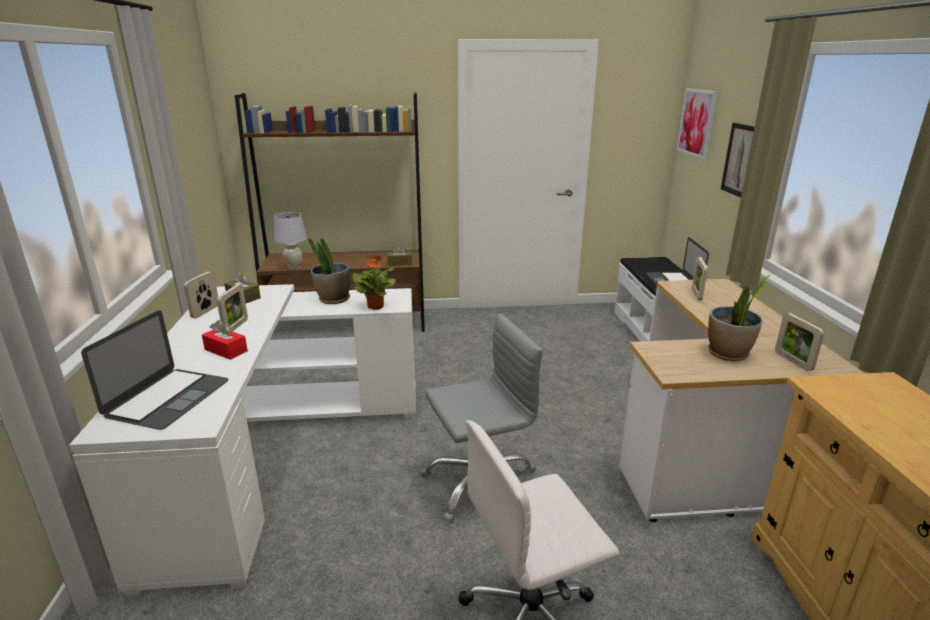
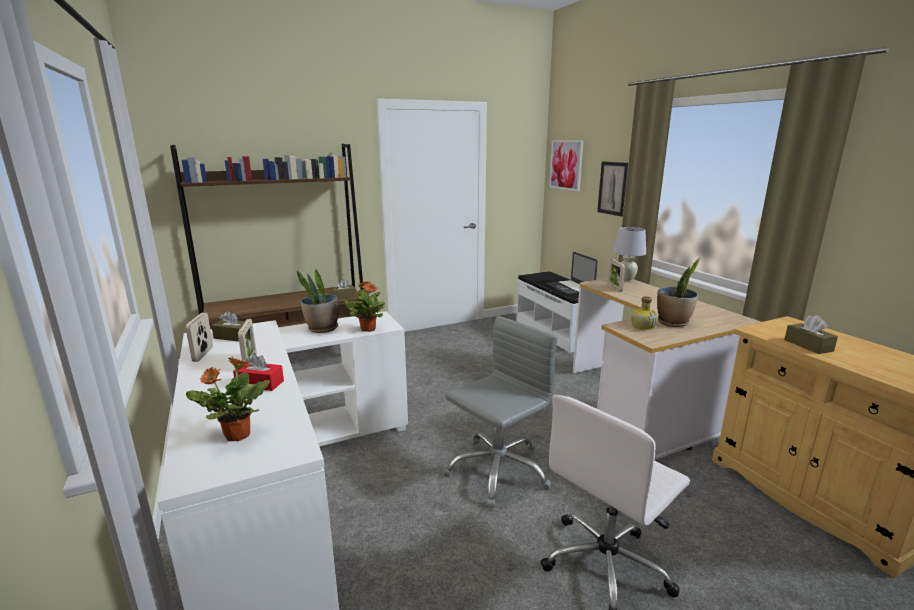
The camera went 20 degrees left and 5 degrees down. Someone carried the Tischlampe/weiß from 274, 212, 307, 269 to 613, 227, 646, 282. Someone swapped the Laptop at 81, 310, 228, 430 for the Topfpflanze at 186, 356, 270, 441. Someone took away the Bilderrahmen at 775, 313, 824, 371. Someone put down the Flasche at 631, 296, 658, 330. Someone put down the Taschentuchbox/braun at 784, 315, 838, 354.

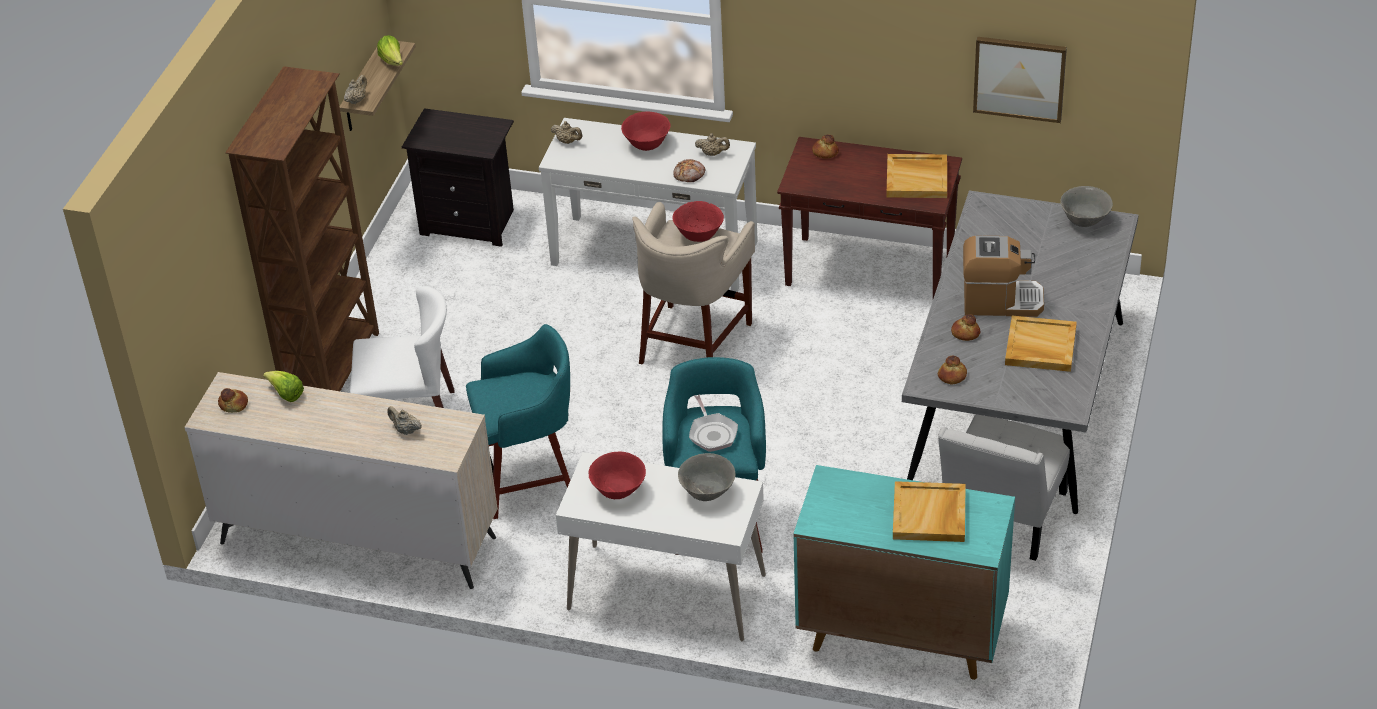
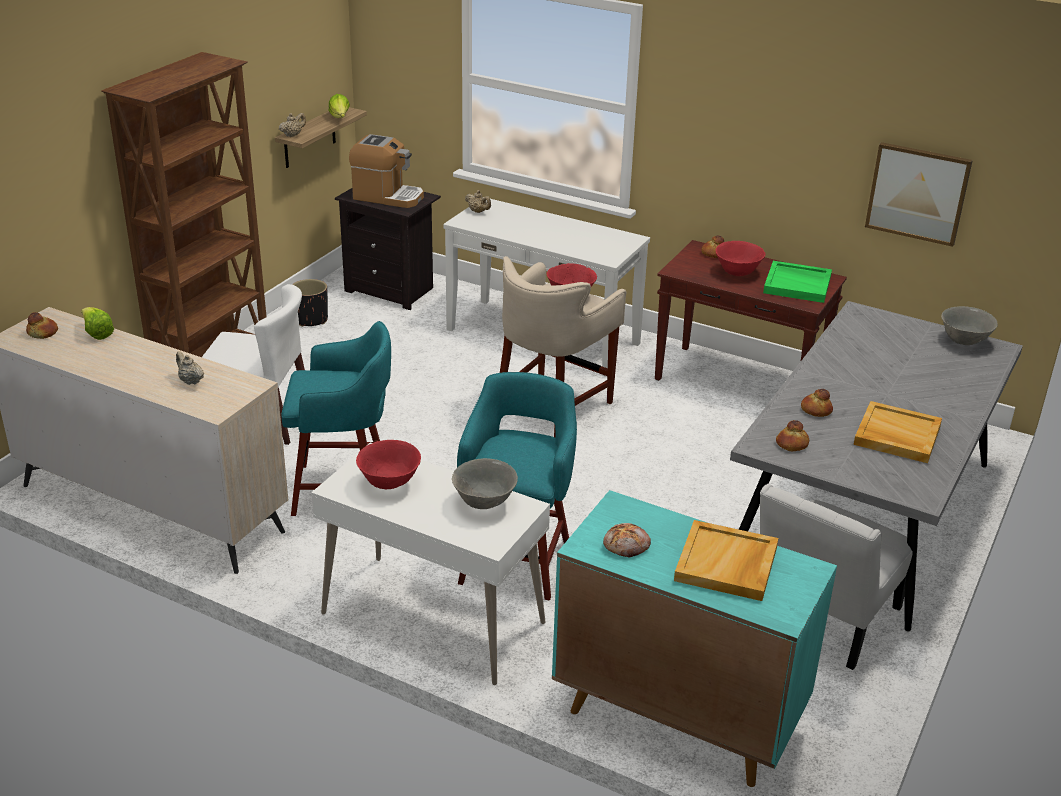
The camera went 10 degrees right and 10 degrees down. Someone carried the Schüssel/rot from 621, 112, 671, 151 to 715, 241, 766, 276. Someone took away the Teekanne/beige at 695, 133, 730, 156. Someone repainted the Tablett/beige at 887, 154, 947, 198, which became the Tablett/grün at 763, 261, 832, 303. Someone carried the Brot from 673, 159, 705, 182 to 603, 523, 651, 558. Someone carried the Kaffeemaschine from 963, 236, 1044, 317 to 349, 134, 424, 208. Someone took away the Pfanne at 689, 394, 738, 452. Someone put down the Pflanzkübel/schwarz at 292, 279, 328, 327.

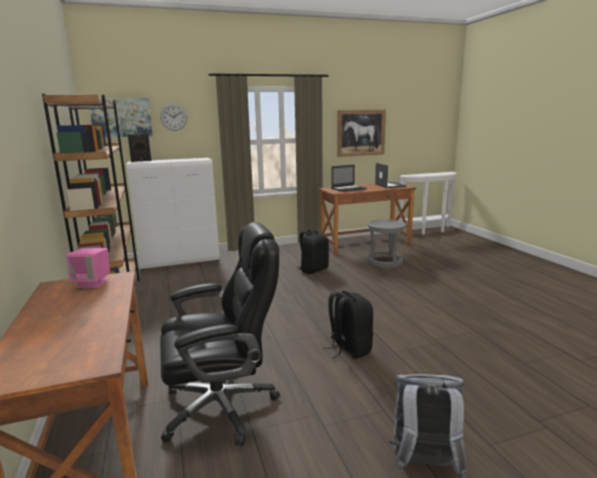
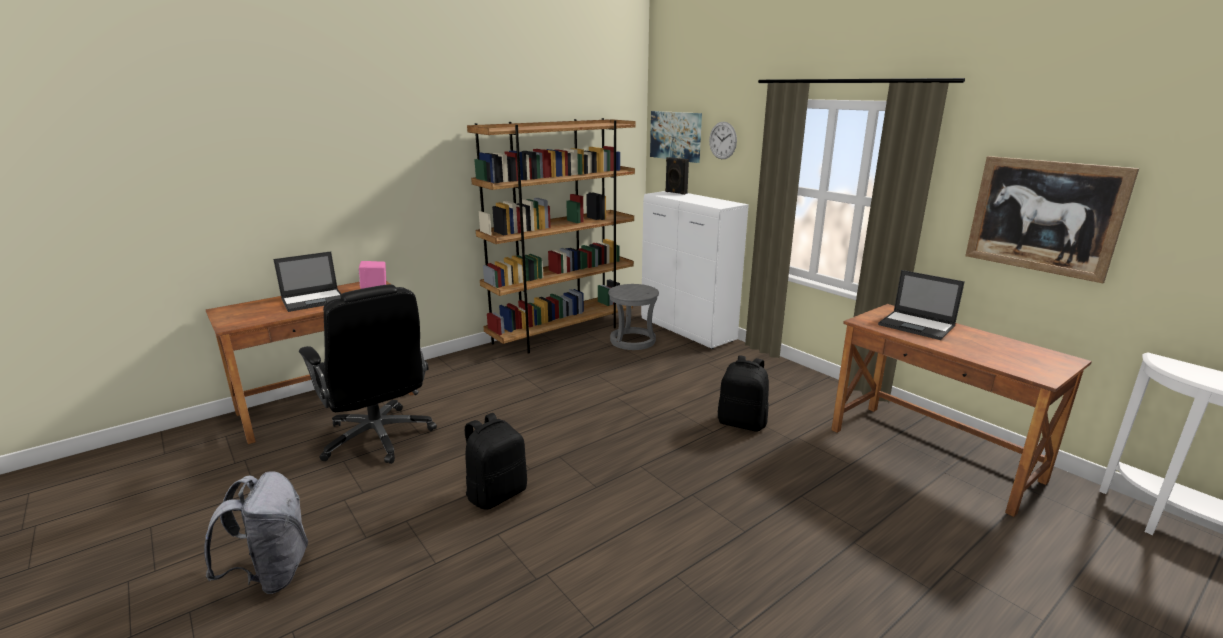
The camera went 70 degrees right and 5 degrees up. Someone carried the Laptop from 375, 163, 406, 188 to 273, 251, 341, 312. Someone carried the Hocker/grau from 367, 219, 406, 268 to 608, 284, 659, 350.

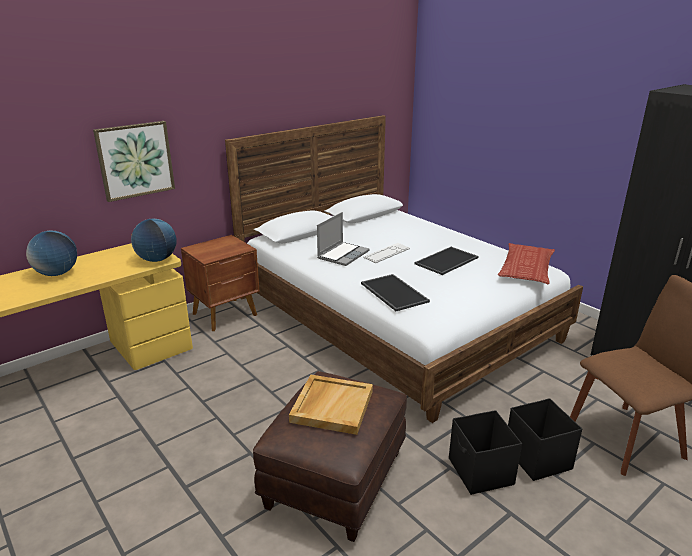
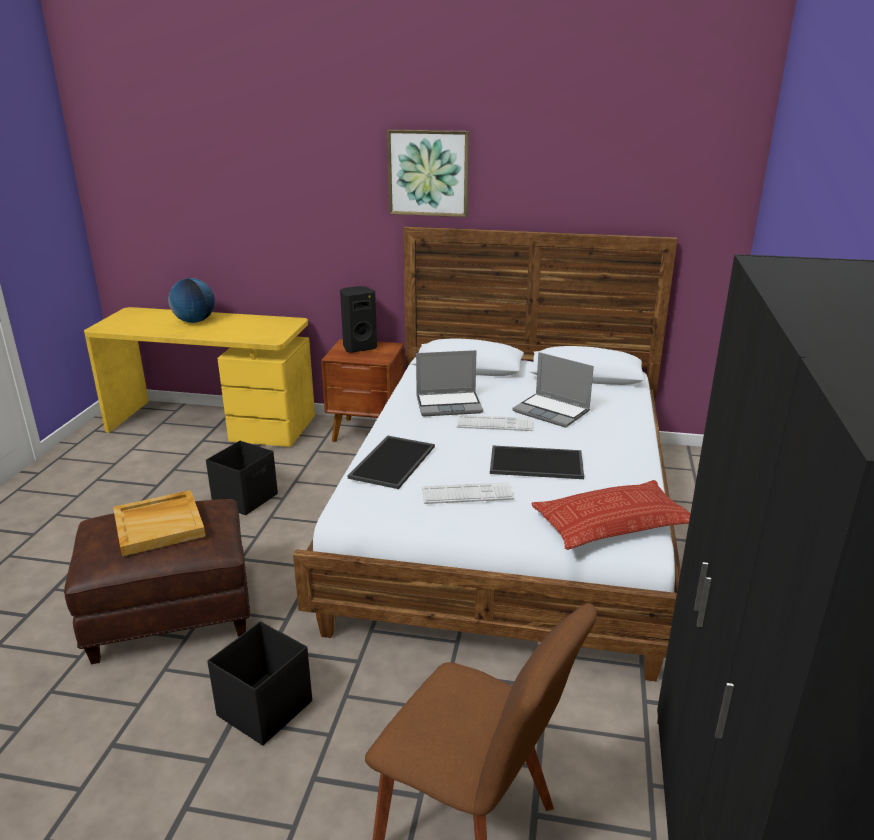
The camera went 50 degrees right and 0 degrees up. Someone carried the Bild from 93, 121, 175, 202 to 387, 129, 469, 217. Someone took away the Globus at 131, 218, 177, 262. Someone carried the Aufbewahrungsbox/schwarz from 508, 398, 582, 481 to 206, 441, 278, 515. Someone put down the Lautsprecher/schwarz at 340, 286, 377, 353. Someone put down the Laptop at 512, 352, 594, 428. Someone put down the Tastatur at 422, 482, 514, 504.

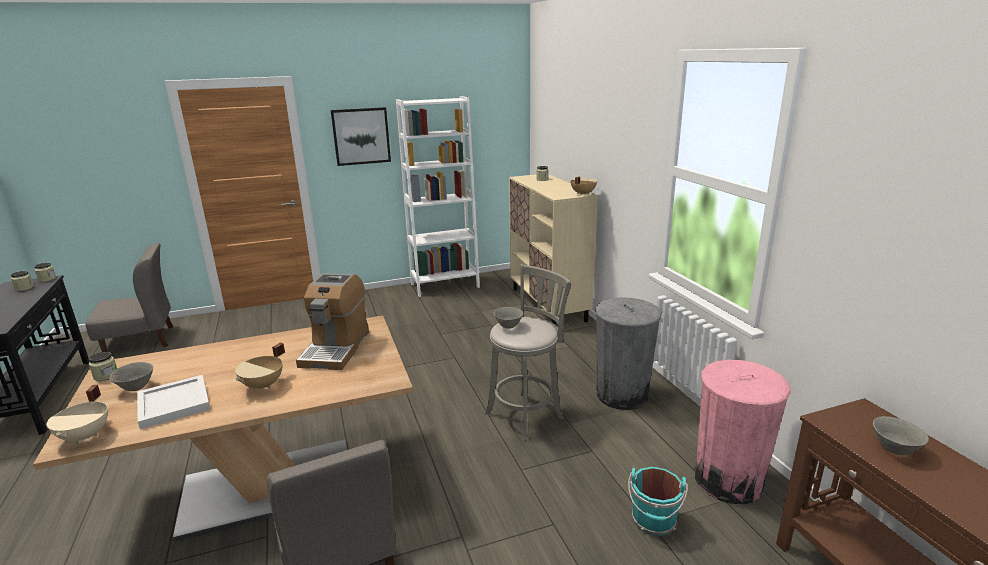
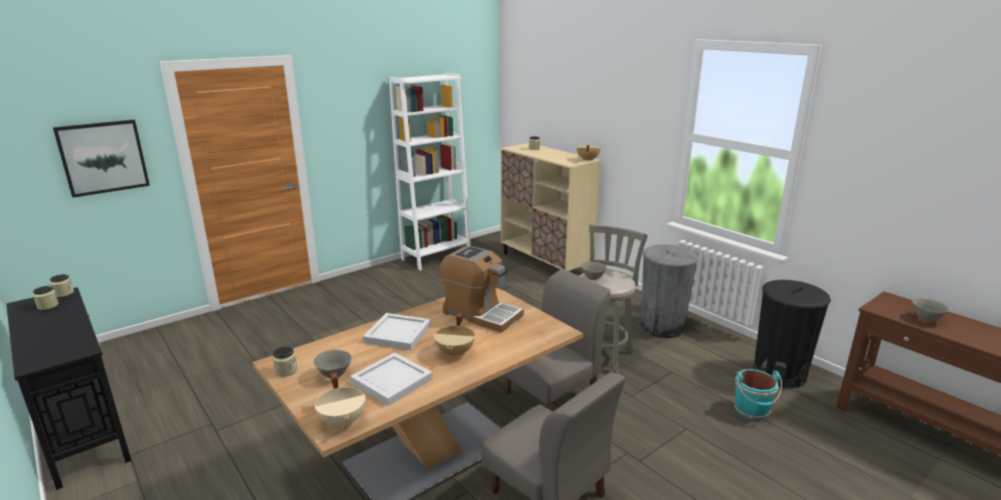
The camera went 20 degrees left and 0 degrees up. Someone carried the Bild from 331, 107, 391, 166 to 53, 120, 150, 198. Someone carried the Stuhl/grau from 85, 243, 173, 352 to 503, 269, 610, 411. Someone rotated the Kaffeemaschine at 296, 273, 369, 370 by 45 degrees counterclockwise. Someone repainted the Mülleimer/rosa at 695, 360, 791, 505, which became the Mülleimer/schwarz at 753, 280, 831, 388. Someone put down the Tablett/weiß at 363, 313, 431, 350.

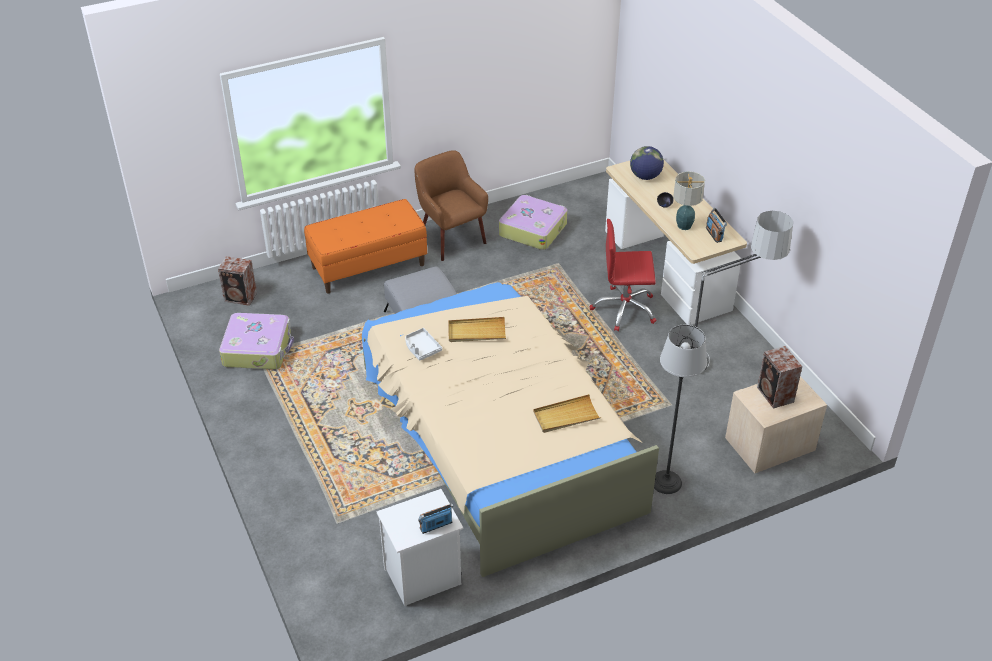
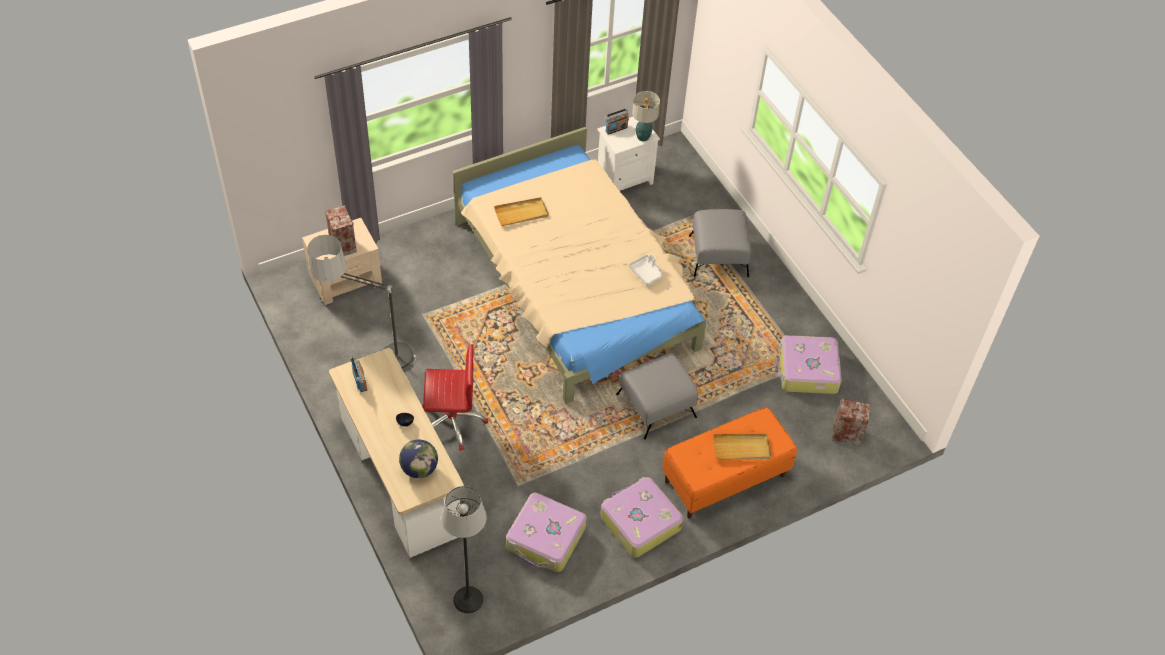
The camera went 175 degrees right and 10 degrees up. Someone swapped the Sessel/braun at 415, 150, 488, 261 for the Koffer at 600, 477, 684, 558. Someone carried the Tischlampe from 673, 171, 705, 230 to 632, 91, 660, 141. Someone carried the Tablett/beige from 448, 317, 506, 342 to 713, 434, 771, 460. Someone carried the Stehlampe from 654, 325, 707, 494 to 441, 486, 487, 613. Someone put down the Polsterhocker/grau at 689, 209, 751, 277.

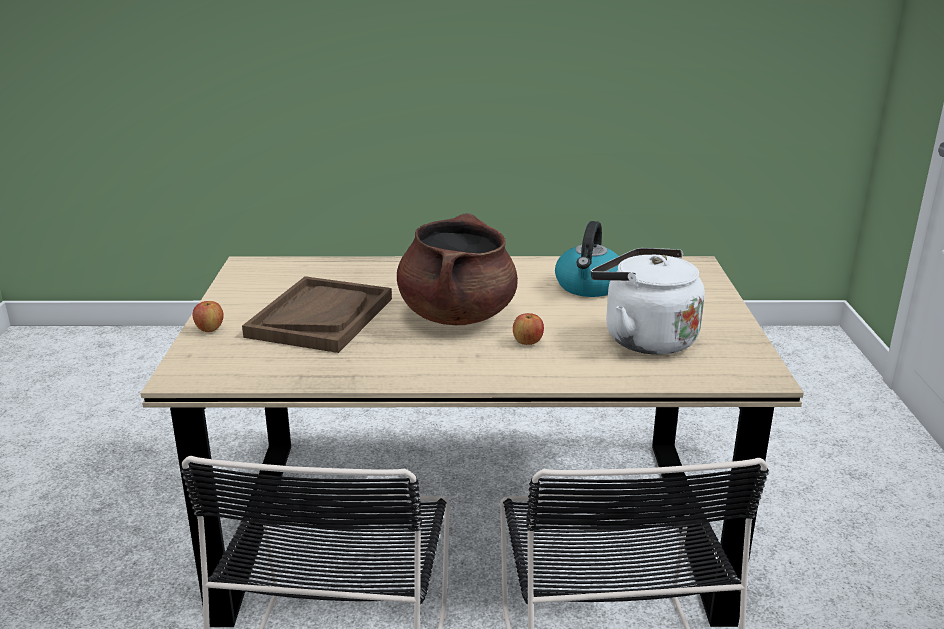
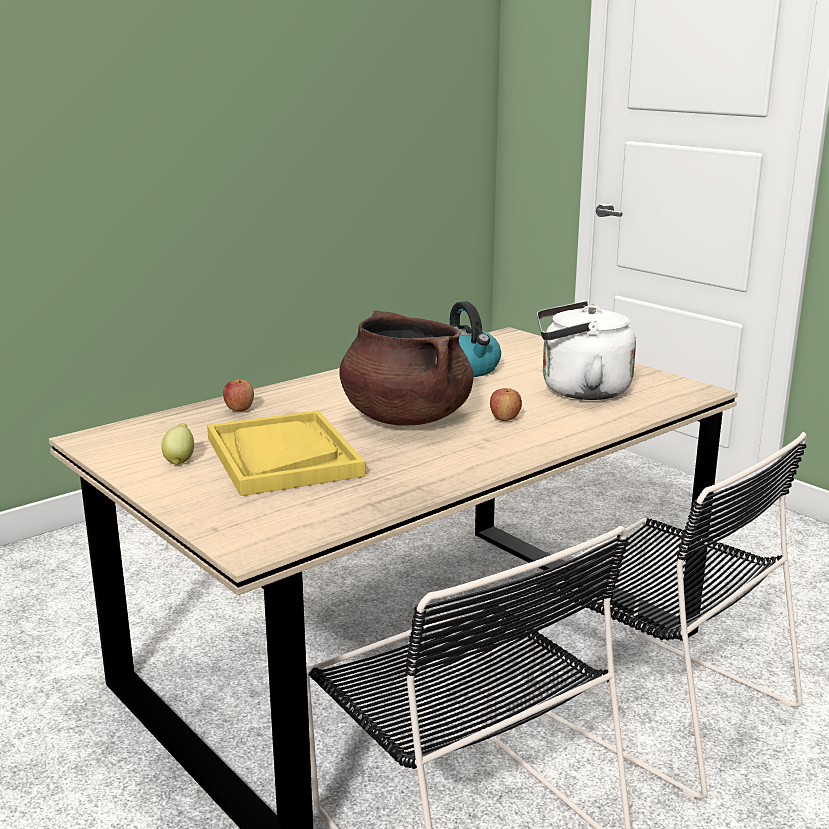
The camera went 40 degrees left and 5 degrees down. Someone repainted the Tablett/braun at 242, 276, 392, 353, which became the Tablett/gelb at 207, 410, 365, 496. Someone carried the Apfel from 193, 301, 224, 332 to 223, 379, 254, 411. Someone put down the Zitrone at 162, 423, 194, 465.

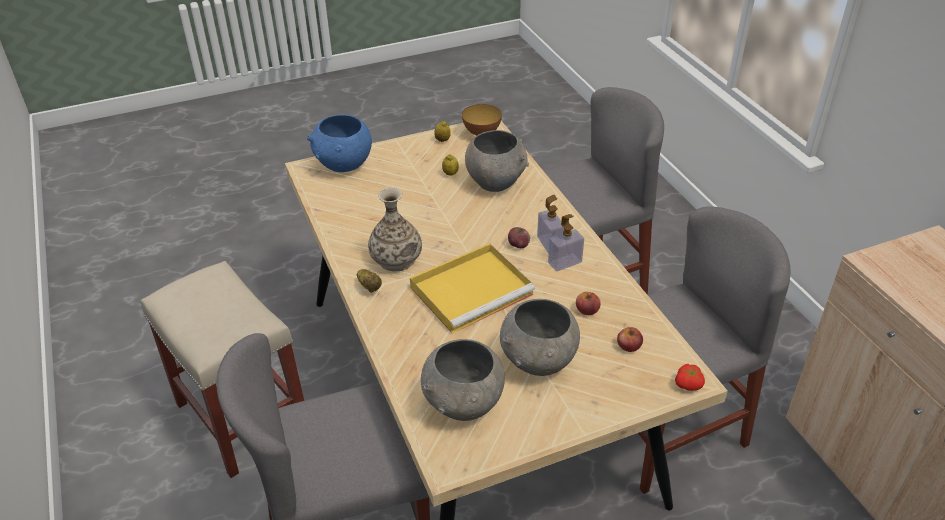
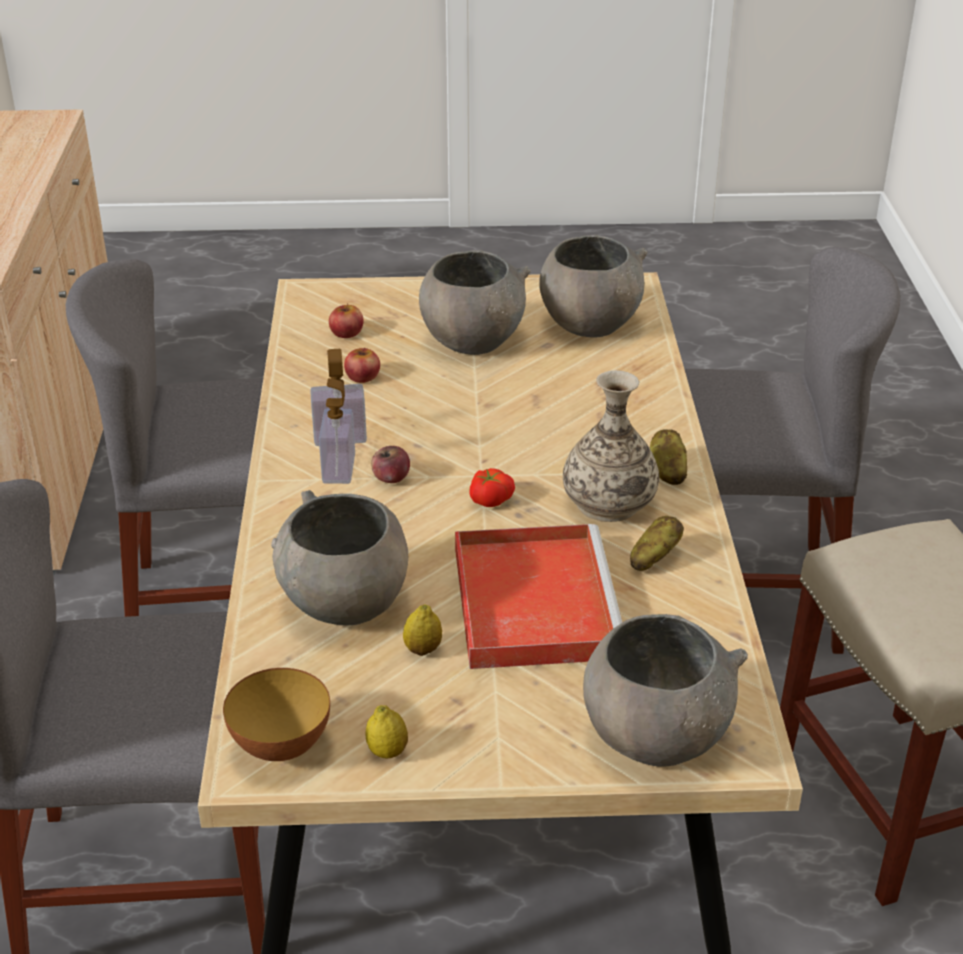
The camera went 160 degrees left and 5 degrees down. Someone repainted the Schüssel/blau at 307, 115, 372, 172, which became the Schüssel/grau at 583, 614, 748, 767. Someone took away the Tablett/gelb at 410, 243, 535, 333. Someone carried the Tomate from 675, 364, 705, 391 to 470, 468, 515, 507. Someone put down the Kartoffel at 630, 516, 684, 571. Someone put down the Tablett/rot at 455, 524, 622, 669.

